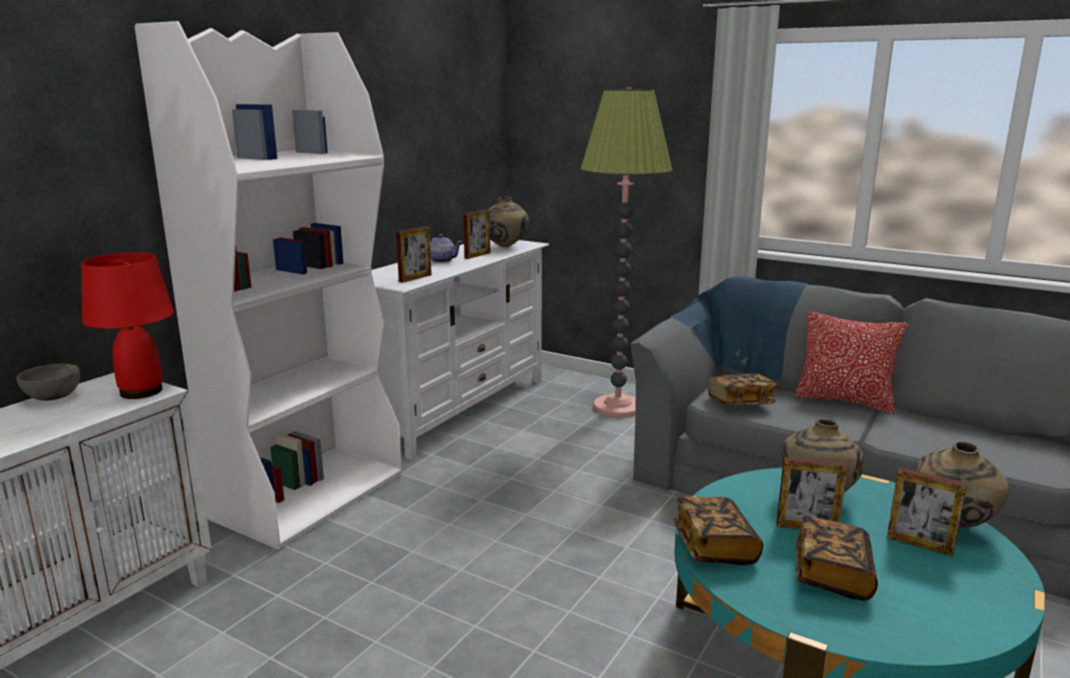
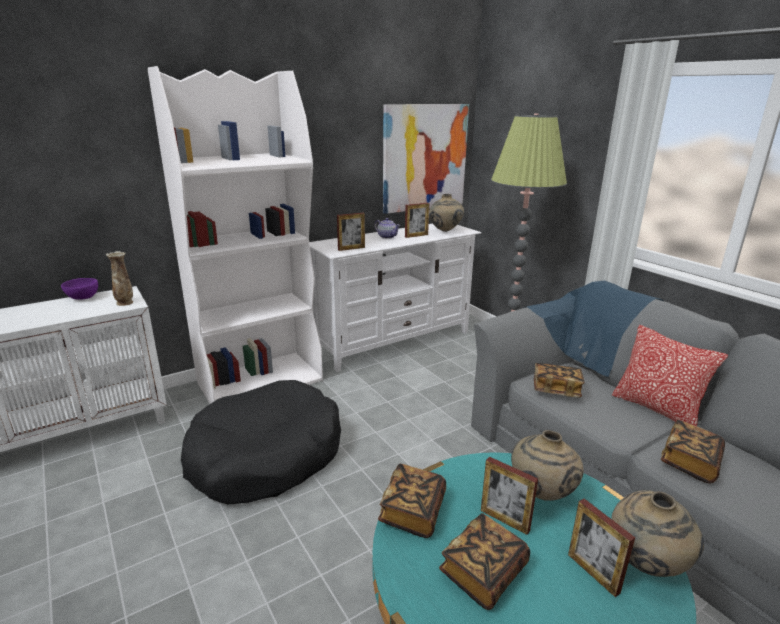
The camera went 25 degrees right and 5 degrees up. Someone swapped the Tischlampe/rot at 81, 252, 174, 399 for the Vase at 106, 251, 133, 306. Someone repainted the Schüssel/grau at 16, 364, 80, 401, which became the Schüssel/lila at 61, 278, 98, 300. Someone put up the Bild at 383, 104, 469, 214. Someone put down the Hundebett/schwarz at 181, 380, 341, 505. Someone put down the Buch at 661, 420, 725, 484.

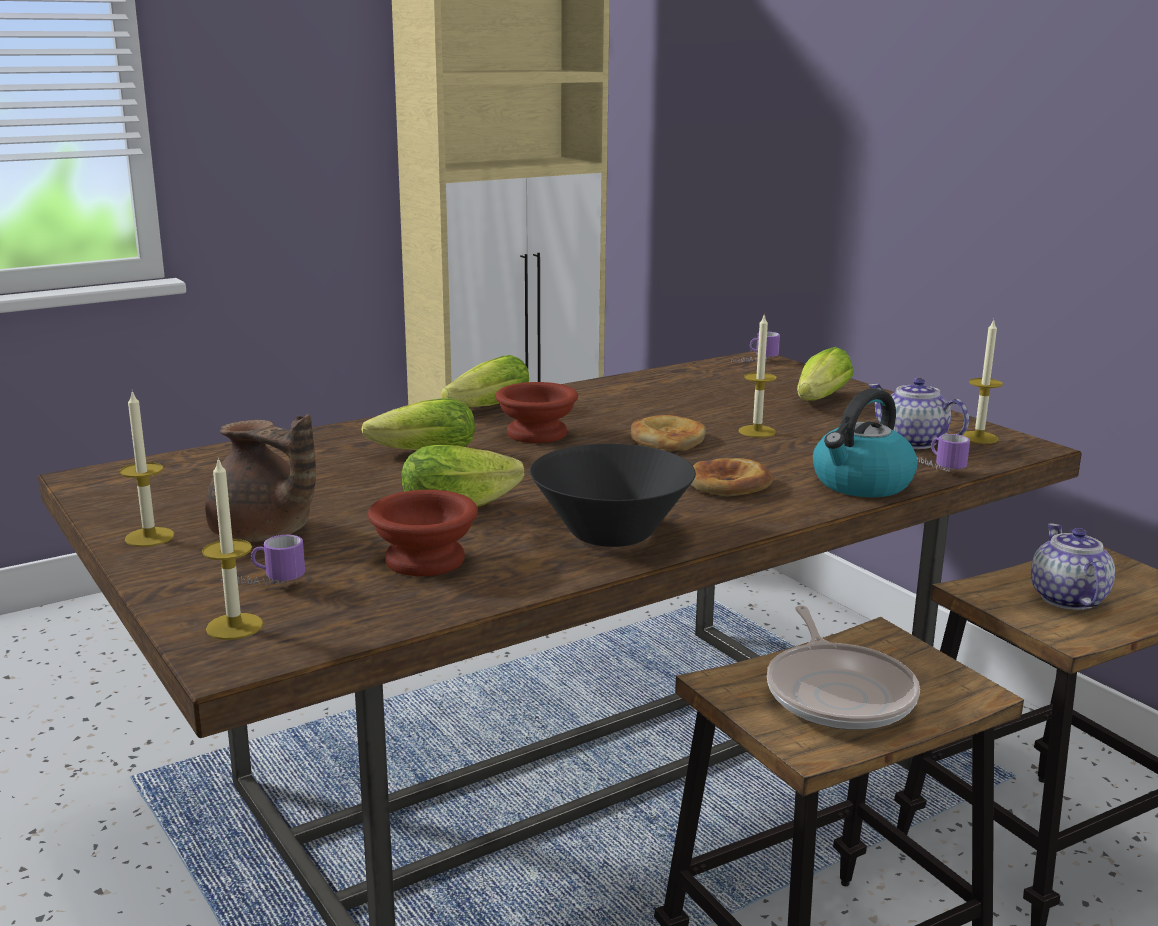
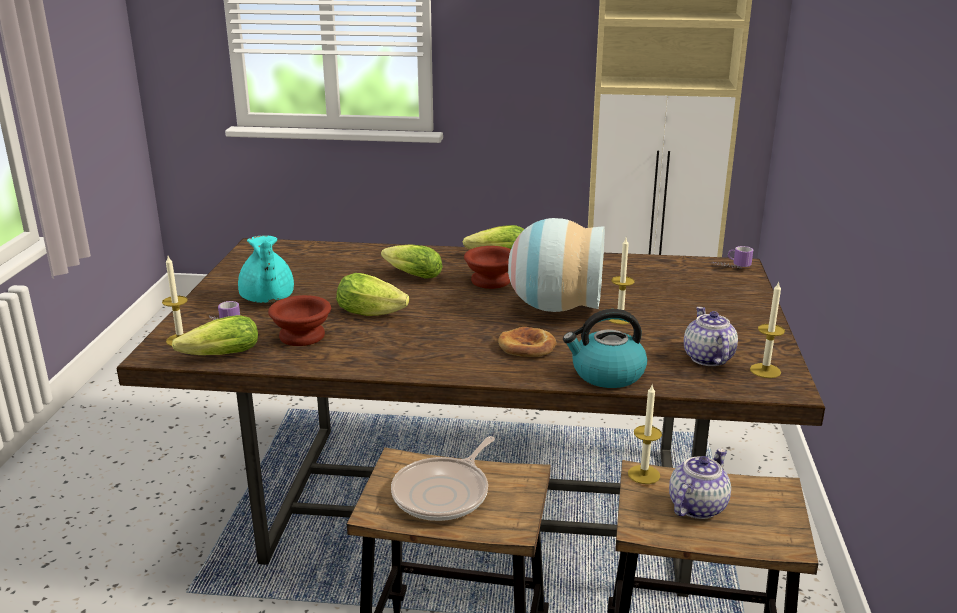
The camera went 40 degrees right and 5 degrees up. Someone carried the Salatkopf from 797, 347, 854, 401 to 172, 315, 258, 355. Someone carried the Kerze from 120, 391, 174, 547 to 628, 385, 662, 484. Someone repainted the Teekanne/braun at 205, 414, 316, 542, which became the Teekanne/türkis at 238, 236, 294, 303. Someone swapped the Brot at 631, 415, 706, 451 for the Vase at 508, 218, 605, 312. Someone took away the Henkelbecher at 917, 434, 970, 472. Someone took away the Schüssel/schwarz at 530, 444, 696, 547.

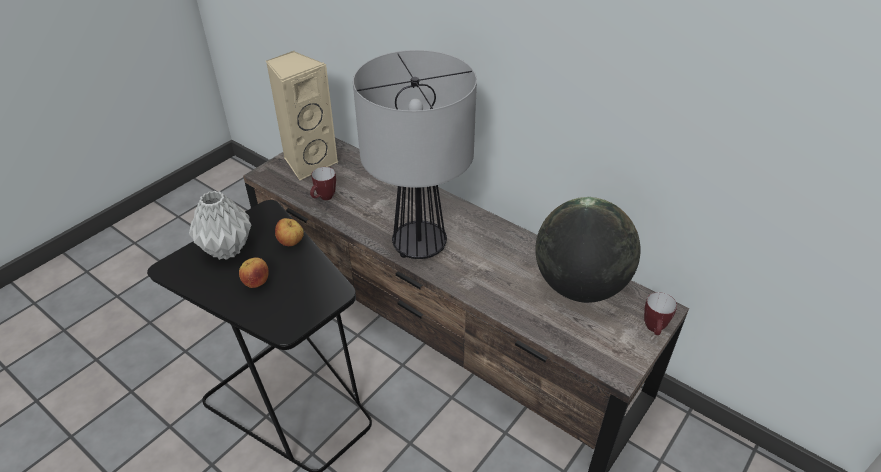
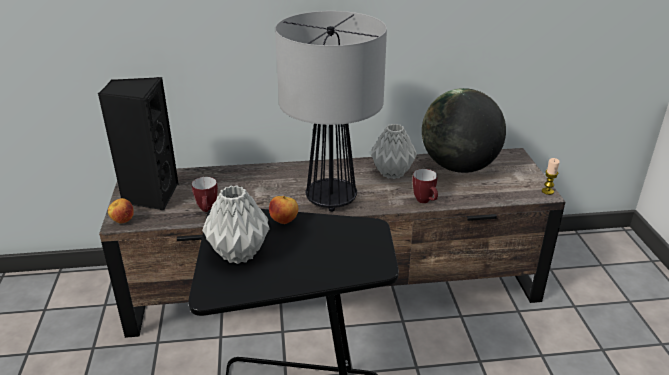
The camera went 45 degrees left and 10 degrees down. Someone repainted the Lautsprecher/beige at 266, 51, 339, 180, which became the Lautsprecher/schwarz at 98, 77, 179, 210. Someone carried the Apfel from 239, 258, 269, 288 to 108, 198, 134, 224. Someone carried the Henkelbecher from 644, 292, 677, 335 to 413, 169, 438, 203. Someone put down the Vase/grau at 371, 124, 417, 179. Someone put down the Kerze at 542, 158, 560, 195.

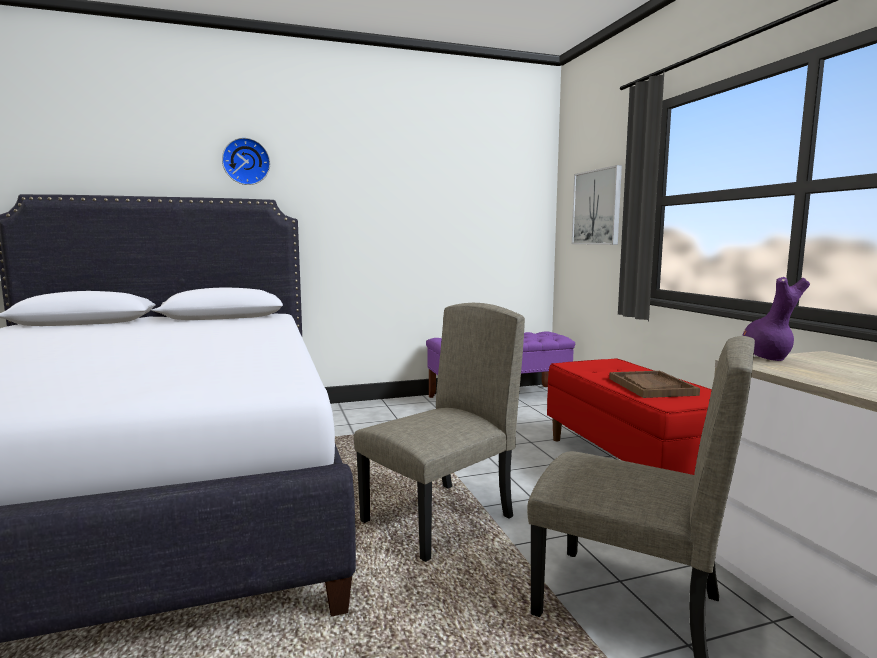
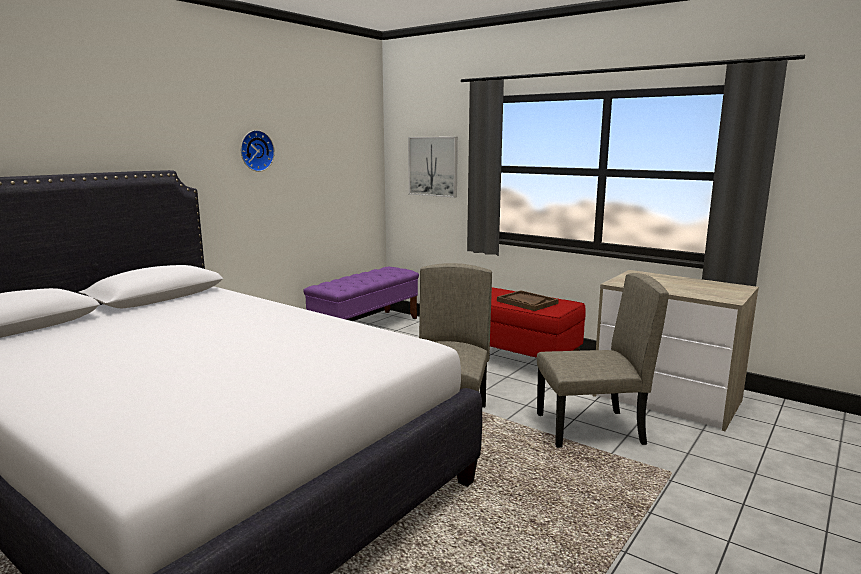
The camera went 35 degrees left and 5 degrees up. Someone carried the Wanduhr from 222, 138, 270, 185 to 241, 130, 275, 172. Someone took away the Vase/lila at 742, 277, 810, 361.

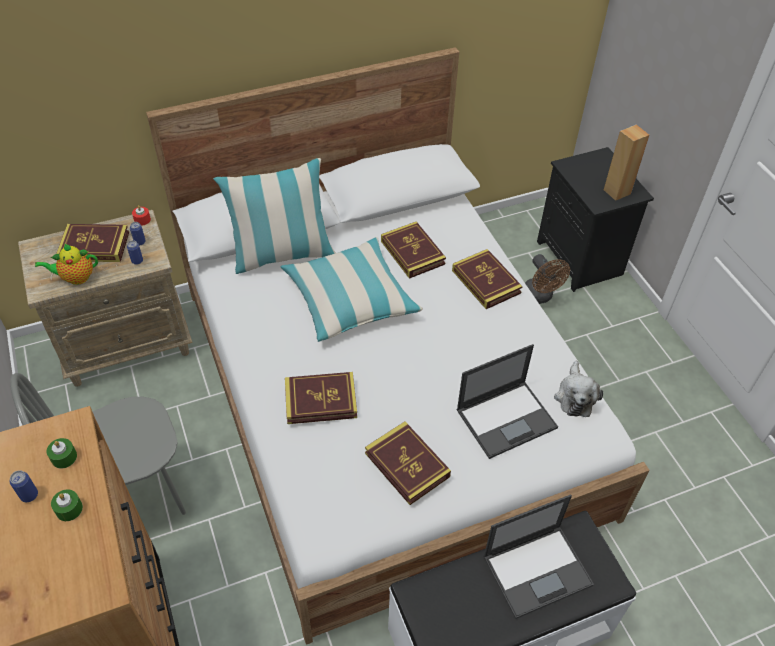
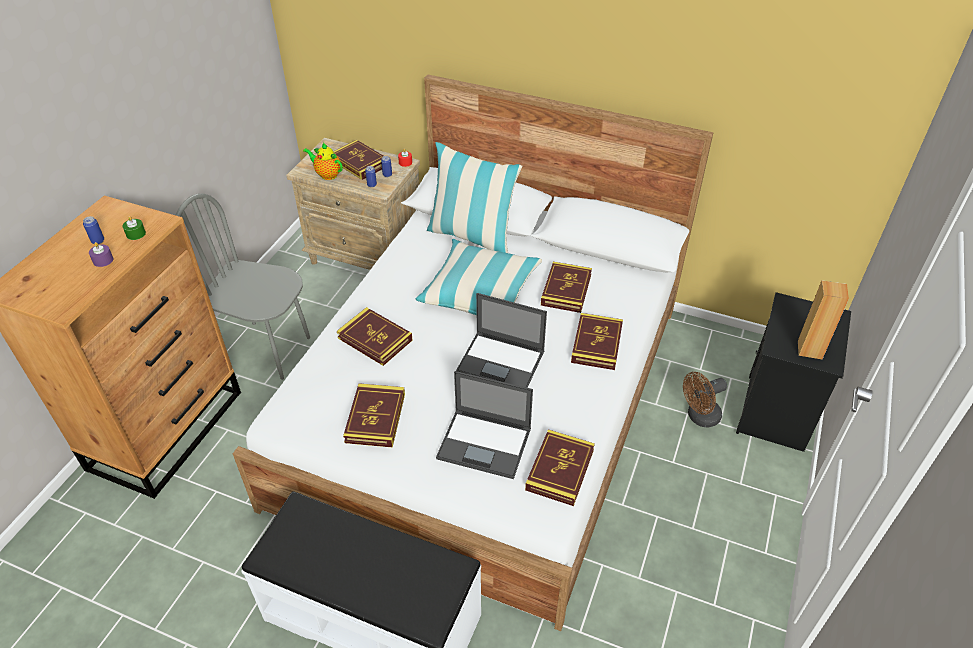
The camera went 45 degrees right and 5 degrees down. Someone rotated the Ventilator/braun at 525, 254, 570, 304 by 45 degrees clockwise. Someone swapped the Plüschtier at 554, 361, 603, 417 for the Buch at 525, 429, 595, 506. Someone repainted the Kerze/grün at 51, 489, 83, 521, which became the Kerze/lila at 89, 242, 113, 267. Someone carried the Laptop from 483, 494, 594, 619 to 456, 293, 547, 388.

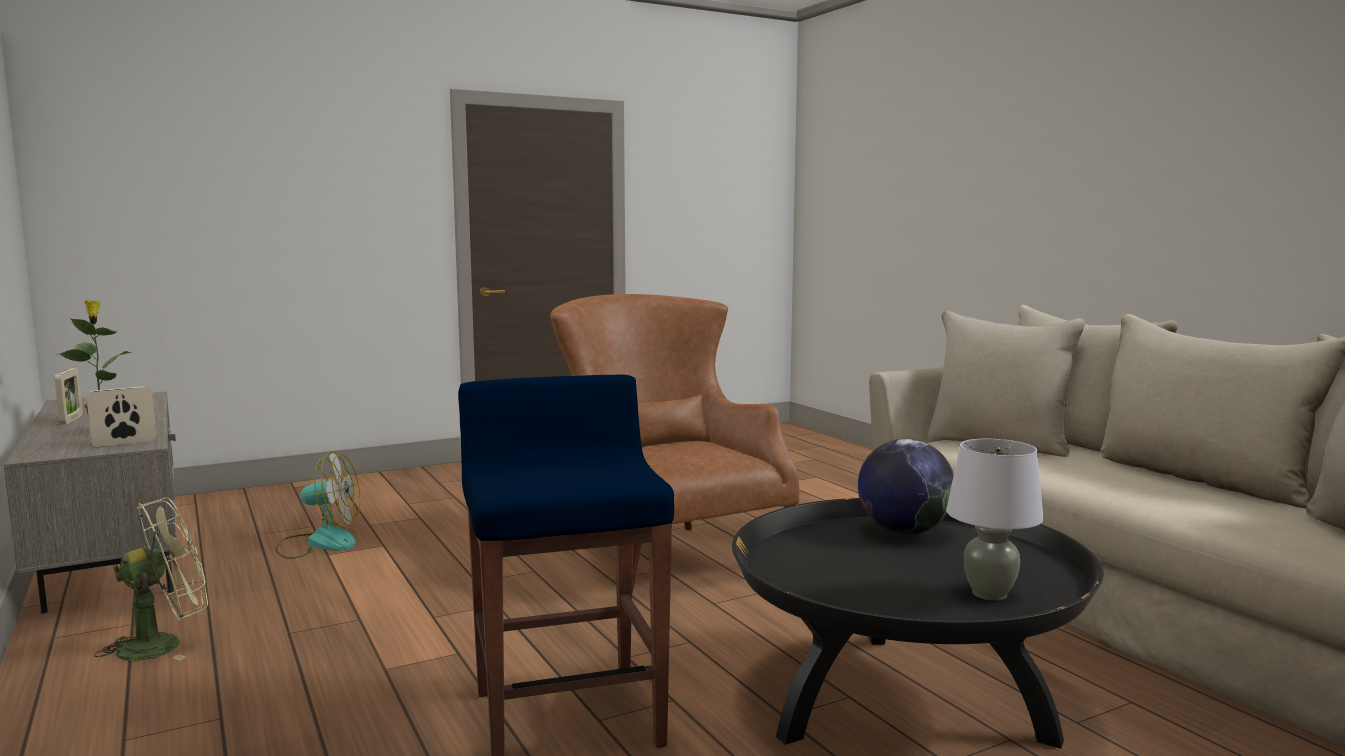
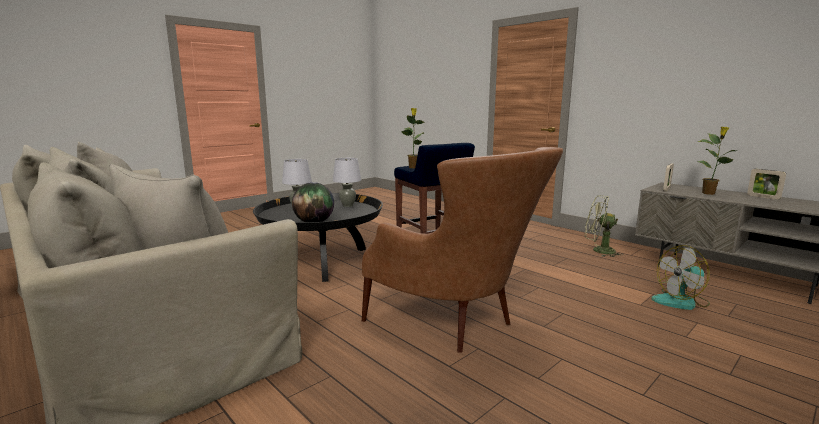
The camera went 165 degrees right and 5 degrees up. Someone rotated the Ventilator/grün at 94, 497, 208, 661 by 75 degrees clockwise. Someone put down the Topfpflanze at 401, 108, 424, 168. Someone put down the Tischlampe/grau at 333, 158, 361, 207.

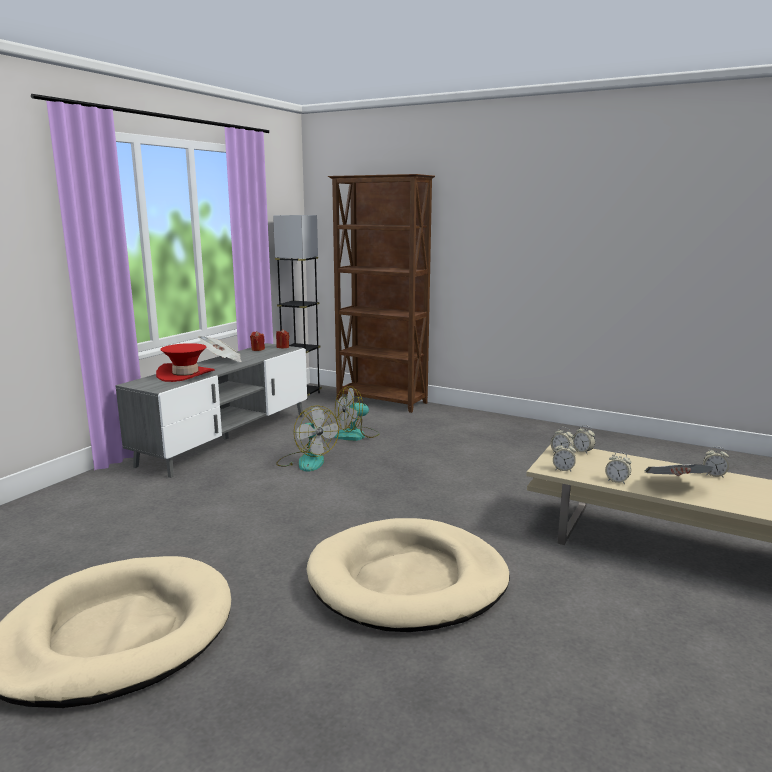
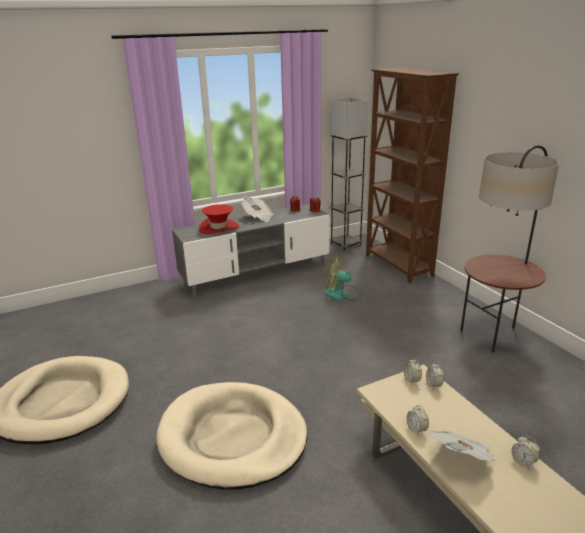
The camera went 35 degrees right and 10 degrees up. Someone took away the Ventilator at 276, 405, 339, 472. Someone took away the Wecker at 553, 441, 576, 471. Someone put down the Stehlampe at 460, 145, 559, 353.

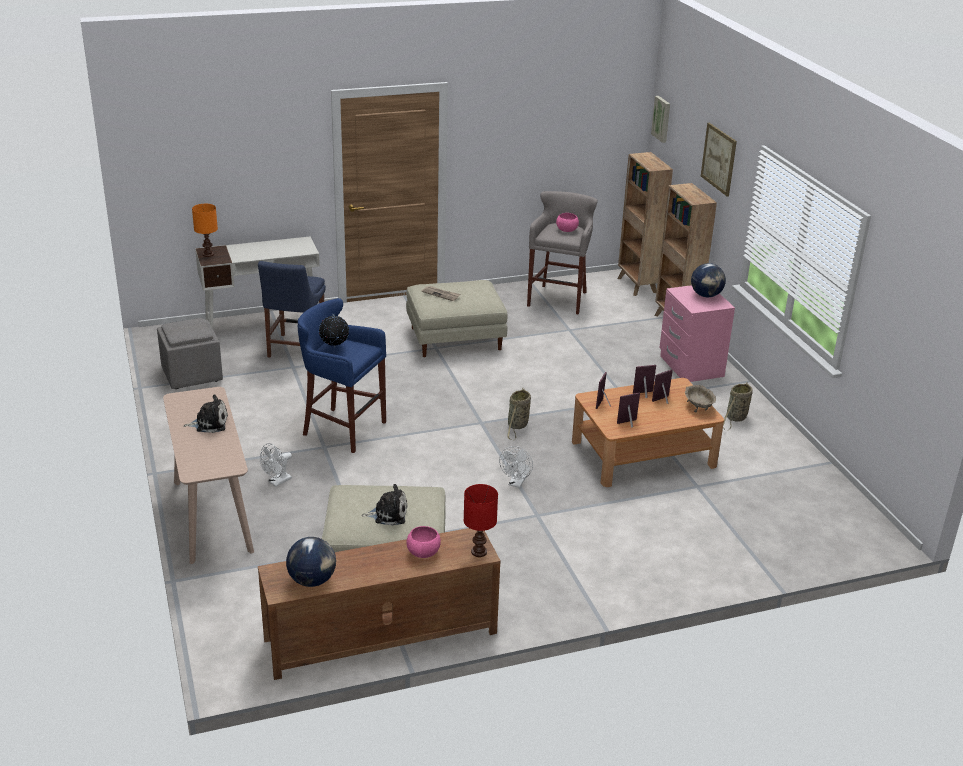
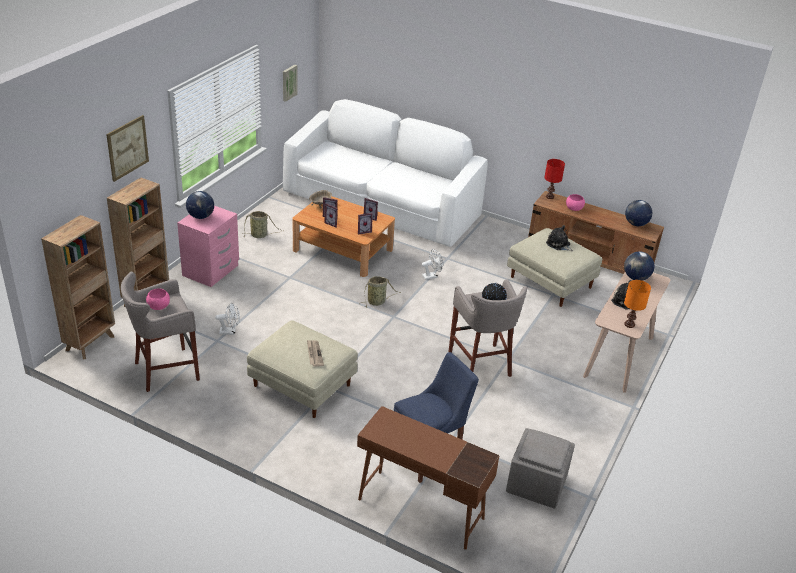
The camera went 135 degrees left and 5 degrees up. Someone carried the Bild from 651, 96, 670, 143 to 283, 65, 297, 102. Someone carried the Tischlampe/orange from 192, 204, 218, 257 to 624, 280, 651, 328. Someone repainted the Schreibtisch/weiß at 195, 237, 320, 329, which became the Schreibtisch/braun at 357, 406, 500, 550. Someone repainted the Hocker/blau at 298, 298, 386, 453, which became the Hocker/grau at 448, 279, 528, 377. Someone carried the Ventilator/weiß from 260, 443, 292, 487 to 215, 303, 240, 335. Someone put down the Sofa/weiß at 283, 99, 488, 247. Someone put down the Globus at 624, 251, 655, 281.

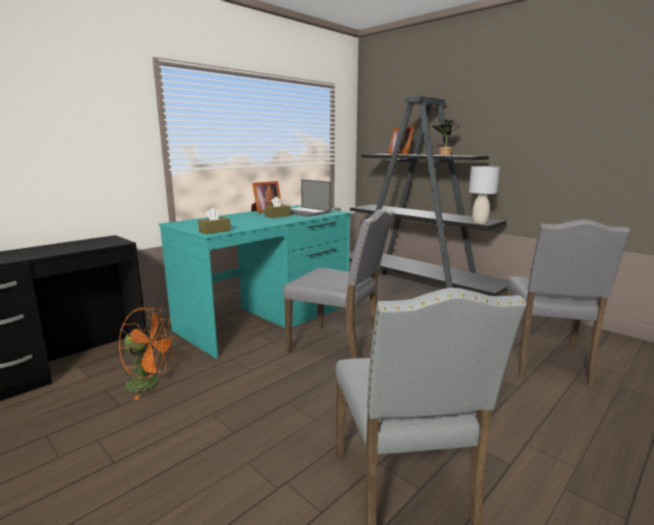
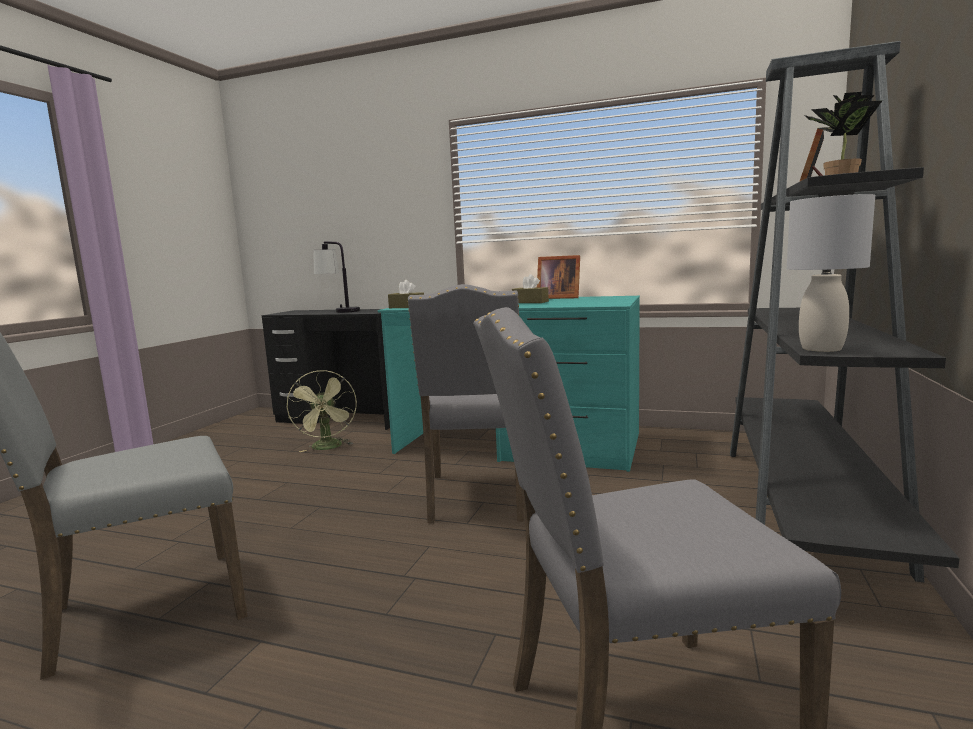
The camera went 65 degrees right and 5 degrees down. Someone took away the Laptop at 290, 179, 331, 217. Someone repainted the Ventilator/orange at 119, 307, 176, 400, which became the Ventilator/grün at 287, 370, 357, 452. Someone put down the Tischlampe at 313, 242, 360, 313.

